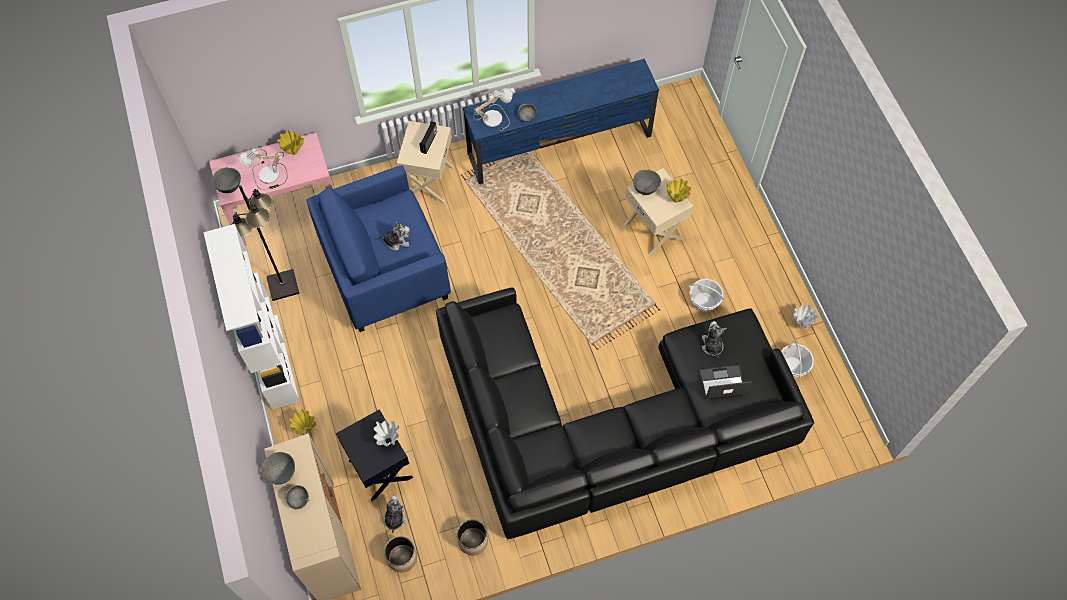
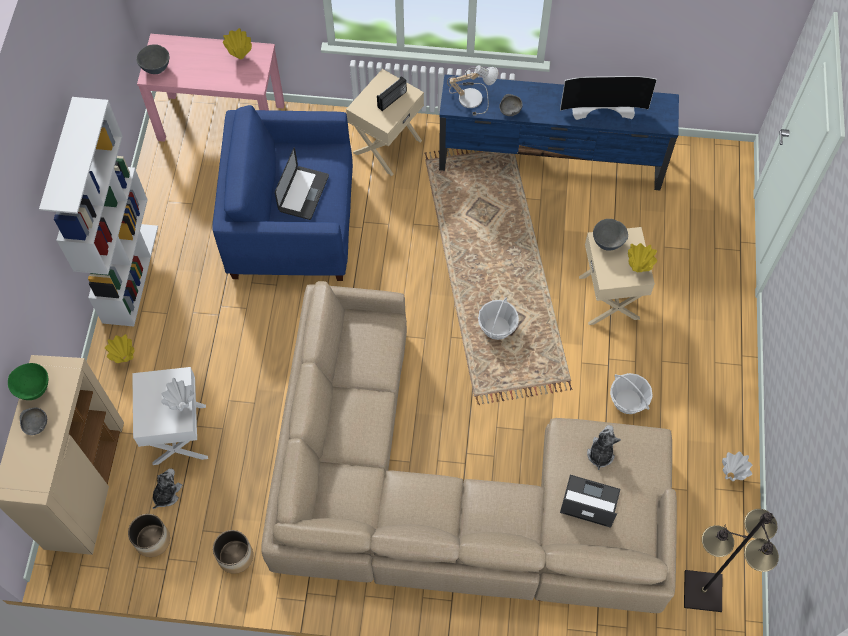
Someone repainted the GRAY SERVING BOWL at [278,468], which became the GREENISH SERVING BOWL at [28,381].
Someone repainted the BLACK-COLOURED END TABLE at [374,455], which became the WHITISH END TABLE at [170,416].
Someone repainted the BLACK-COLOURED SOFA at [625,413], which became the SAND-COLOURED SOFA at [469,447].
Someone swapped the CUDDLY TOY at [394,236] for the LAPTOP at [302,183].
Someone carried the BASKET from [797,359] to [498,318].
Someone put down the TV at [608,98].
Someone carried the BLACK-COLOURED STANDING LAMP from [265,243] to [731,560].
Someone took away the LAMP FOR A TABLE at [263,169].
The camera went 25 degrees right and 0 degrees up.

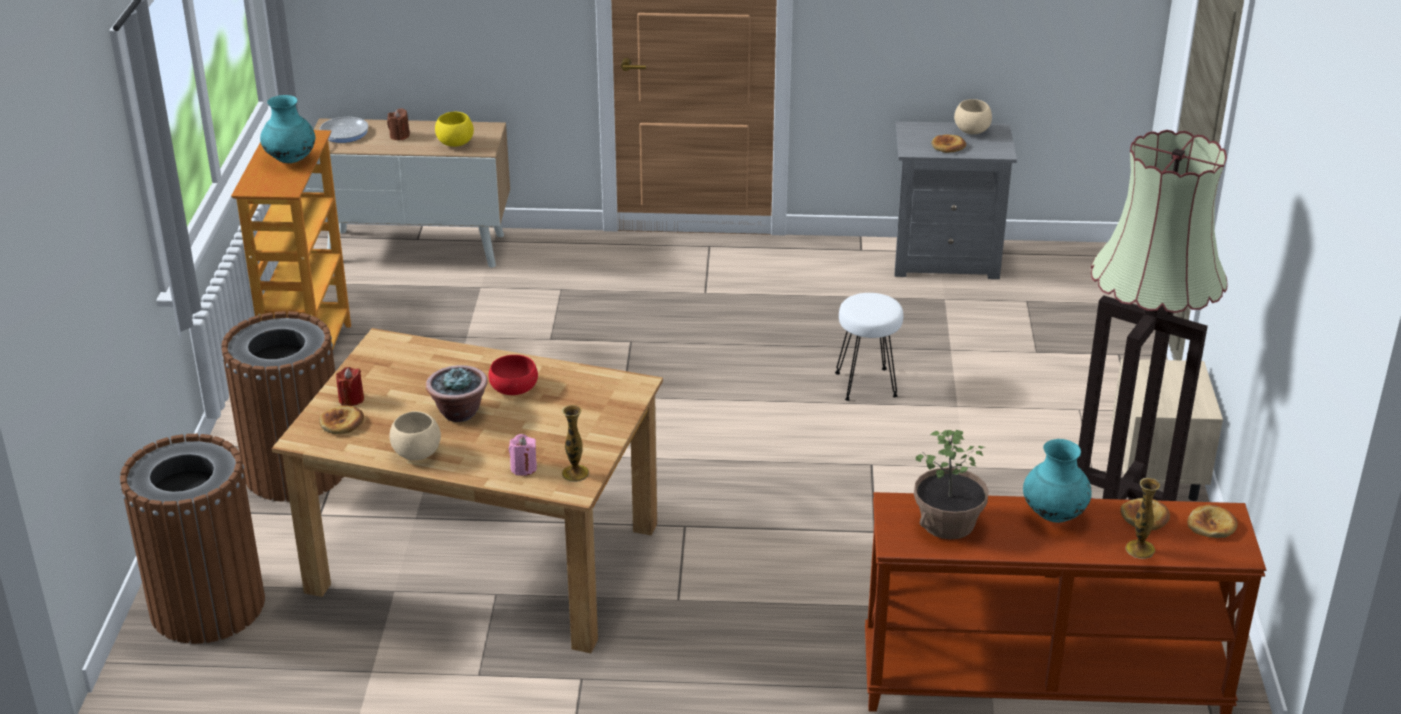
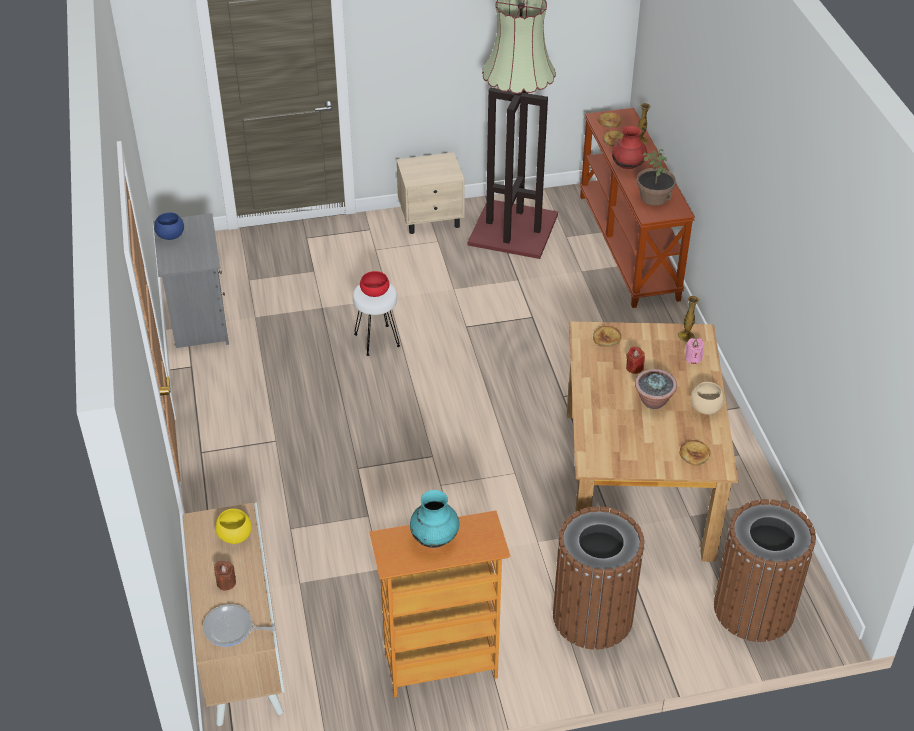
Someone repainted the SAND-COLOURED SERVING BOWL at [973,116], which became the BLUE SERVING BOWL at [169,226].
Someone carried the RED-COLOURED SERVING BOWL from [513,375] to [374,284].
Someone carried the BAKED BREAD from [948,143] to [607,336].
Someone repainted the TURQUOISE-COLOURED DECORATIVE VASE at [1057,481], which became the RED-COLOURED DECORATIVE VASE at [629,147].
Someone carried the RED-COLOURED CANDLE from [350,386] to [635,360].
The camera went 105 degrees left and 10 degrees up.

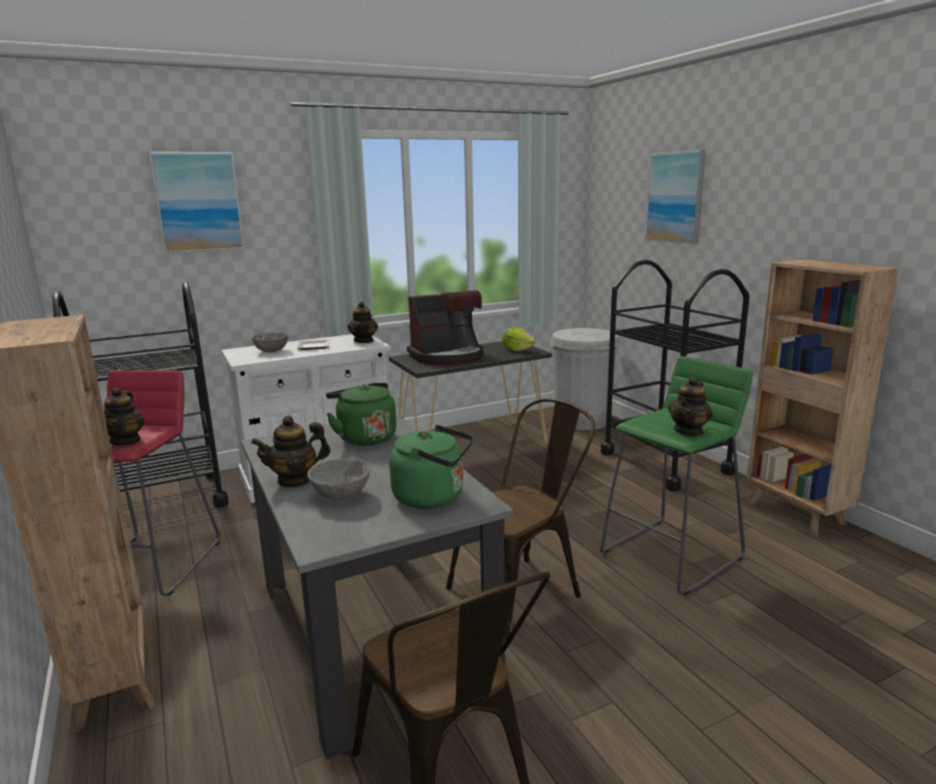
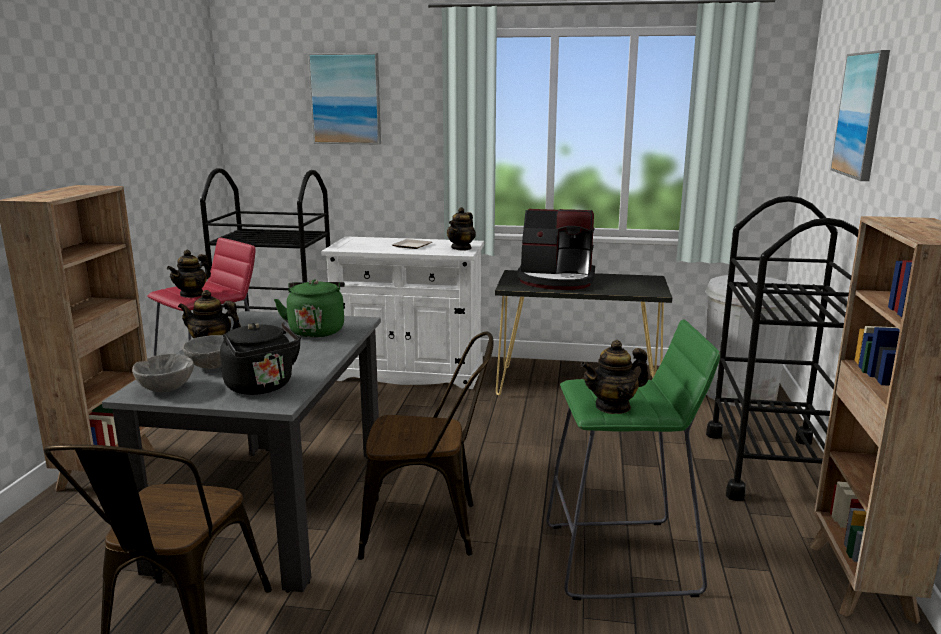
Someone carried the GRAY SERVING BOWL from [270,342] to [163,373].
Someone repainted the GREENISH WATER KETTLE at [431,467], which became the BLACK-COLOURED WATER KETTLE at [260,358].
Someone took away the LETTUCE at [519,339].
The camera went 35 degrees right and 0 degrees up.

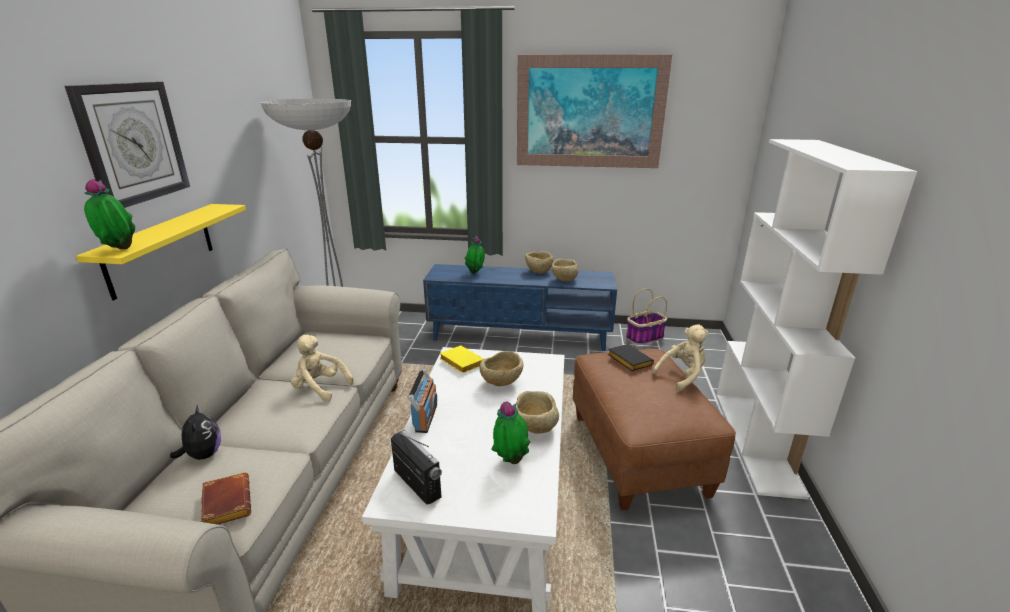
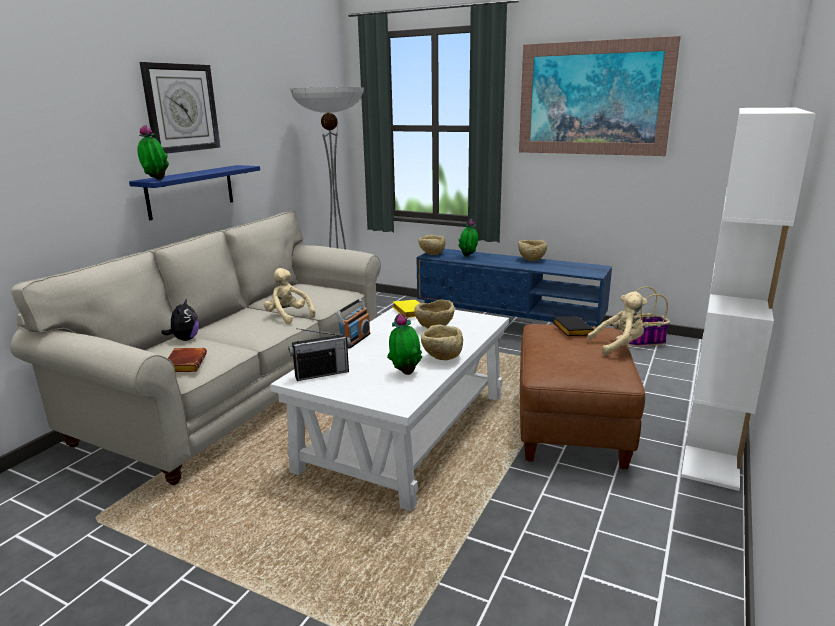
Someone repainted the YELLOW WALL SHELF at [161,252], which became the BLUE WALL SHELF at [194,192].
Someone rotated the RADIO at [416,467] by 90 degrees clockwise.
Someone carried the SAND-COLOURED SERVING BOWL from [564,270] to [431,245].
The camera went 20 degrees right and 5 degrees down.

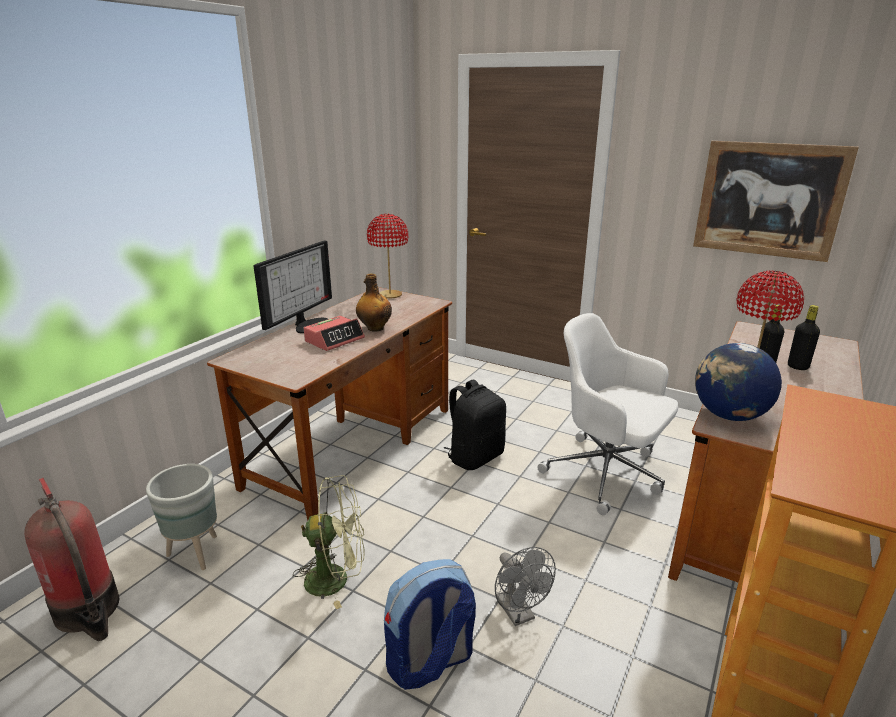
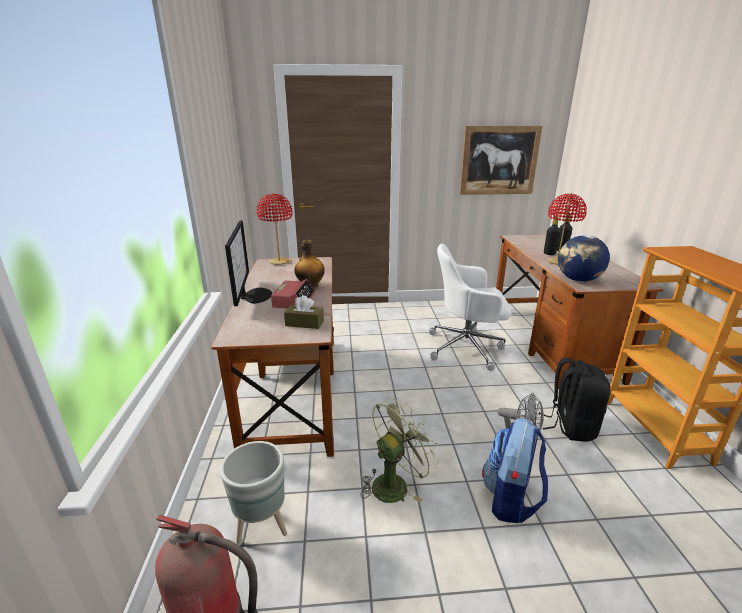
Someone put down the BROWN-COLOURED TISSUE HOLDER at [304,312].
Someone carried the BLACK-COLOURED KNAPSACK from [475,424] to [574,400].
The camera went 35 degrees left and 0 degrees up.

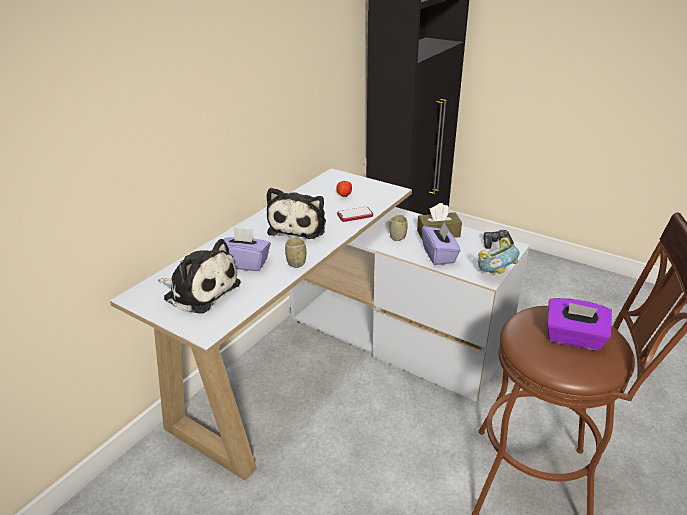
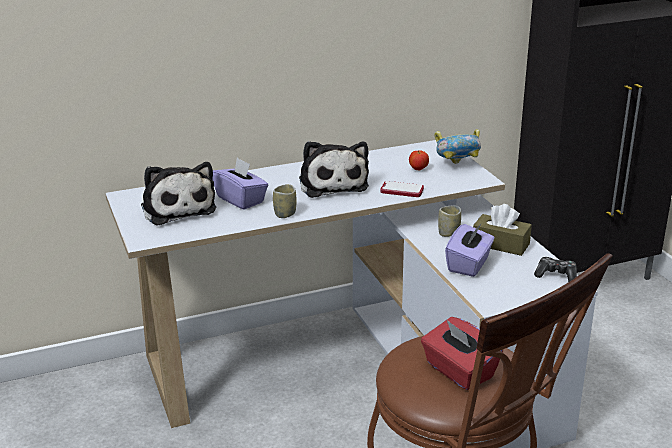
Someone rotated the CUDDLY TOY at [296,213] by 60 degrees counterclockwise.
Someone repainted the PURPLE-COLOURED TISSUE HOLDER at [579,324], which became the RED-COLOURED TISSUE HOLDER at [462,353].
Someone carried the SERVING BOWL from [498,255] to [457,146].
The camera went 35 degrees right and 5 degrees down.

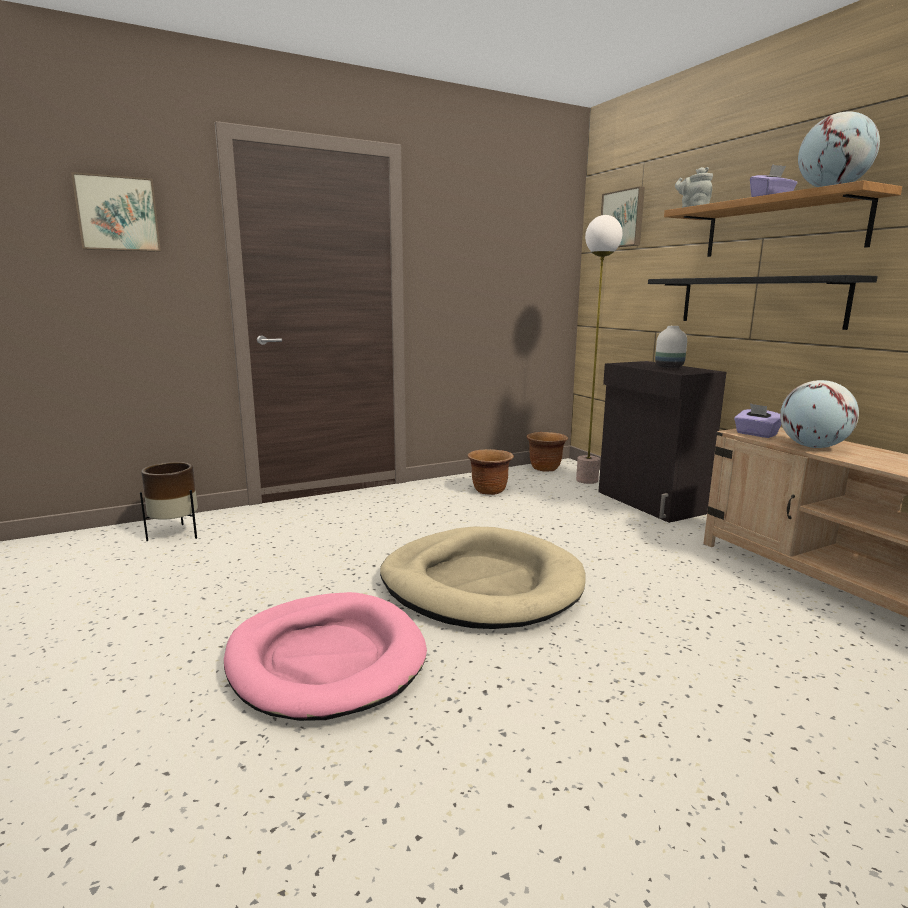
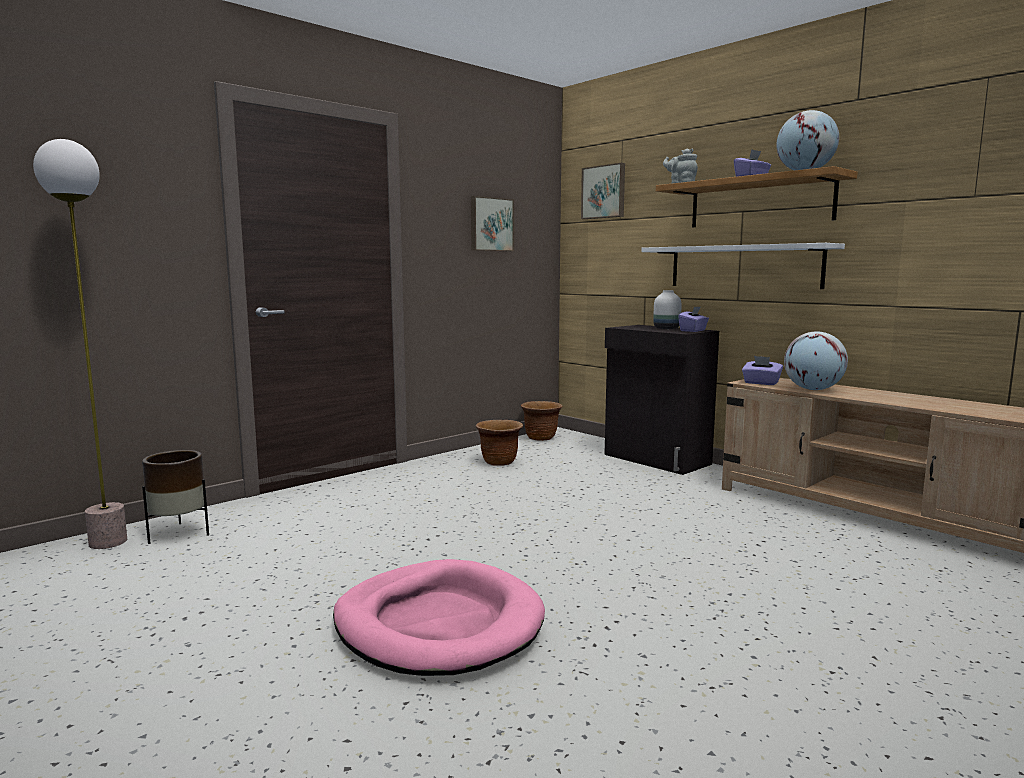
Someone carried the STANDING LAMP from [599,349] to [80,344].
Someone carried the PICTURE from [116,212] to [492,223].
Someone repainted the BLACK-COLOURED WALL SHELF at [763,302], which became the WHITISH WALL SHELF at [743,266].
Someone put down the PURPLE-COLOURED TISSUE HOLDER at [693,319].
Someone took away the SAND-COLOURED PET BED at [483,577].
The camera went 15 degrees left and 5 degrees down.

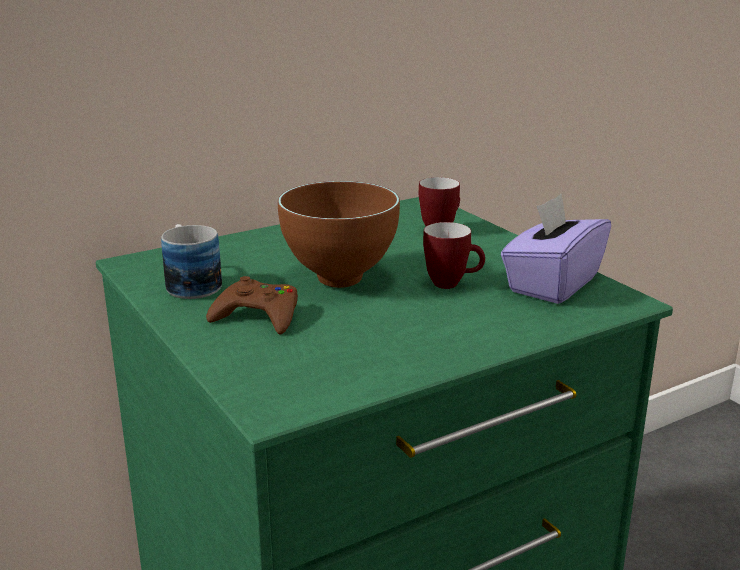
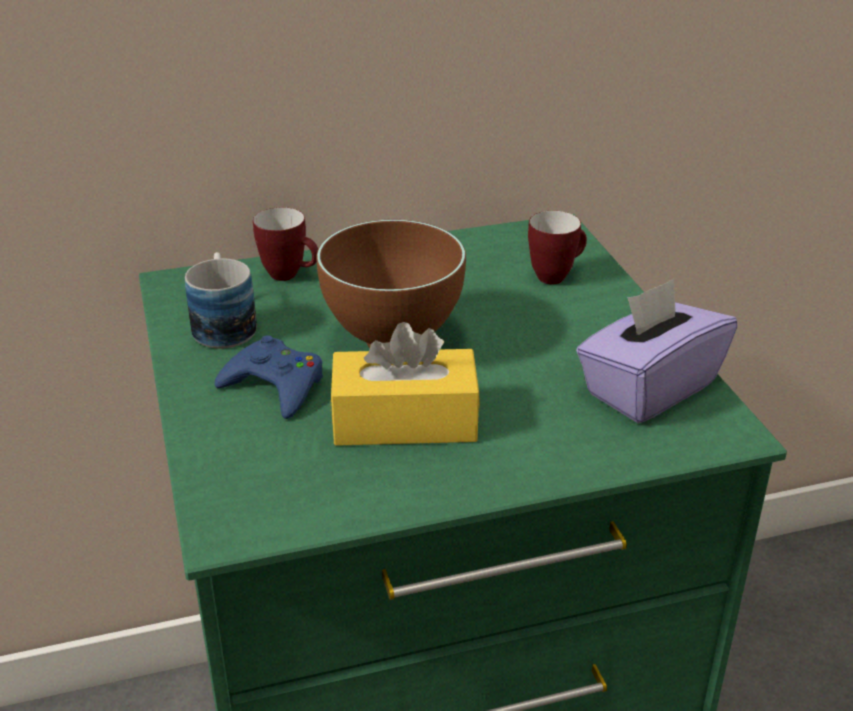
Someone repainted the BROWN-COLOURED JOYPAD at [252,305], which became the BLUE JOYPAD at [268,377].
Someone carried the MUG from [454,255] to [285,244].
Someone put down the YELLOW TISSUE HOLDER at [405,384].
The camera went 15 degrees right and 10 degrees up.

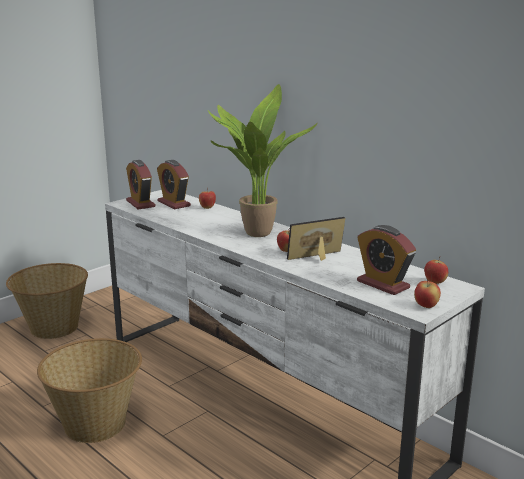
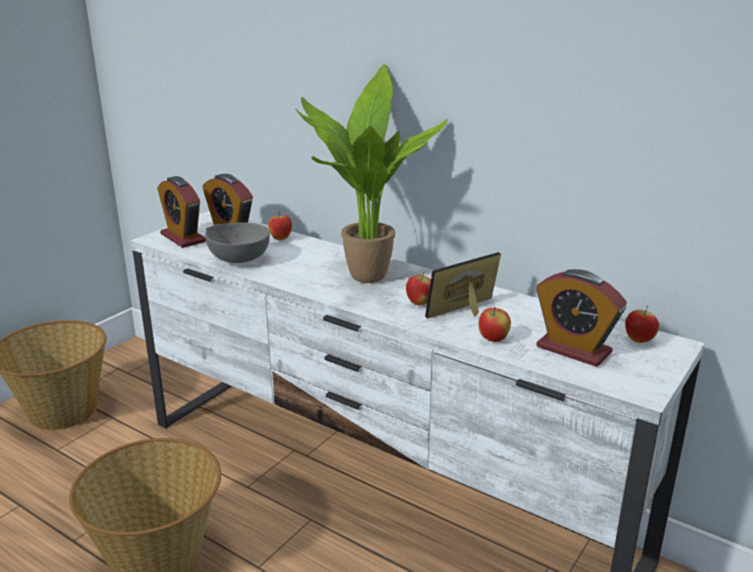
Someone put down the GRAY SERVING BOWL at [237,242].
Someone carried the WHOLE APPLE from [427,293] to [494,324].
The camera went 10 degrees left and 5 degrees up.

